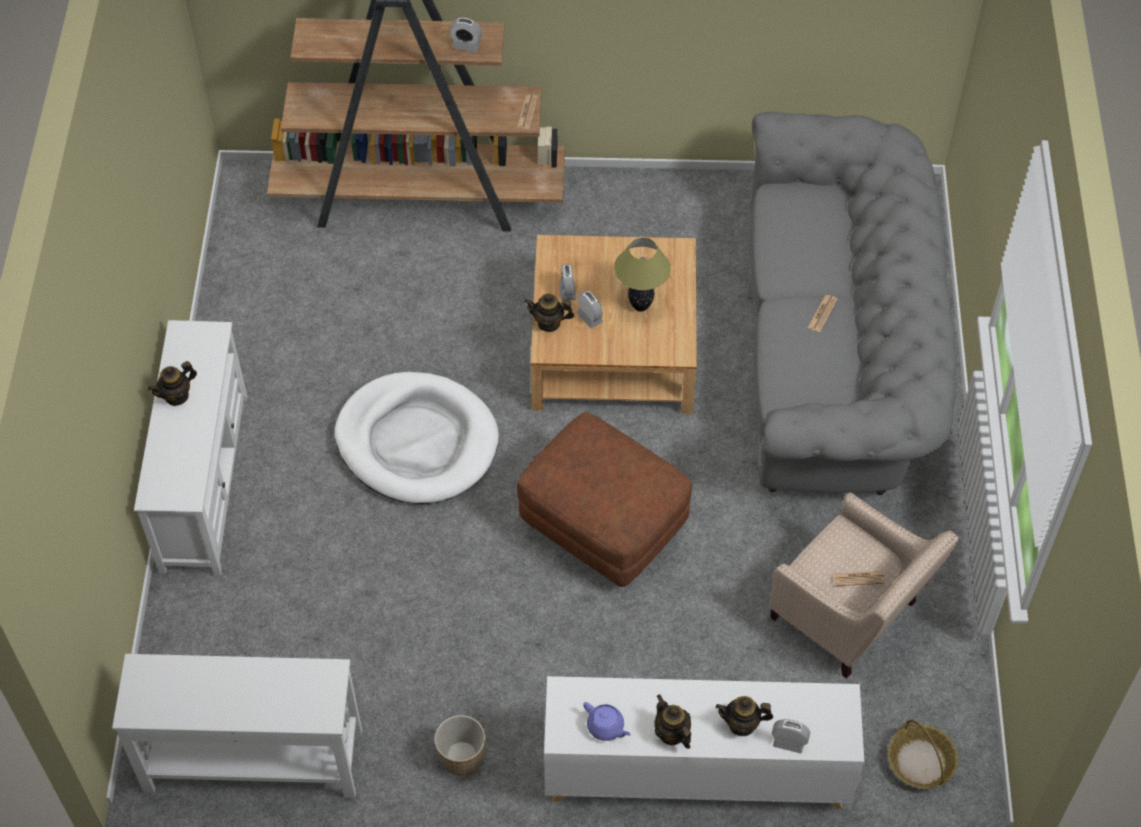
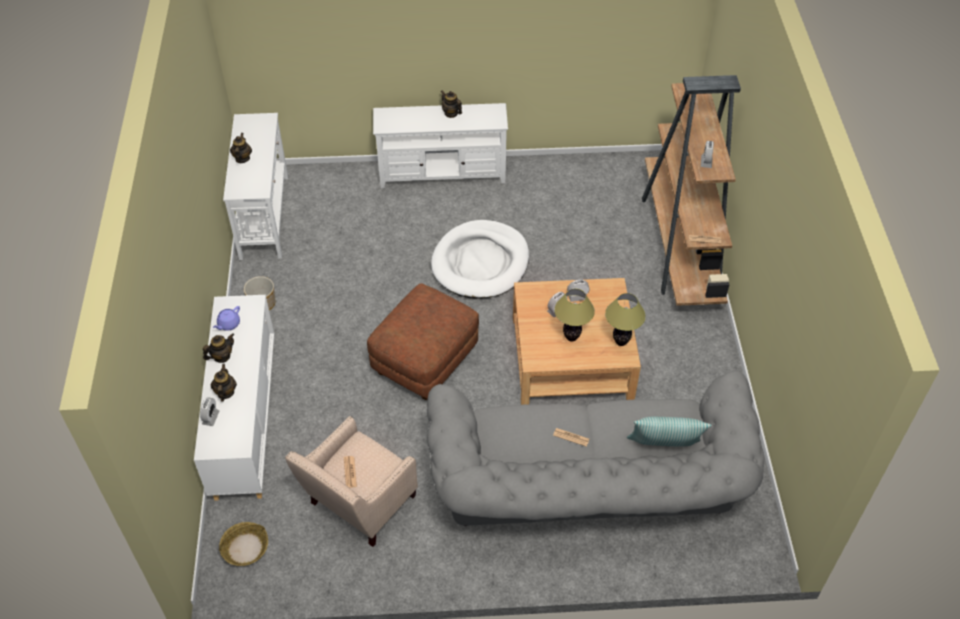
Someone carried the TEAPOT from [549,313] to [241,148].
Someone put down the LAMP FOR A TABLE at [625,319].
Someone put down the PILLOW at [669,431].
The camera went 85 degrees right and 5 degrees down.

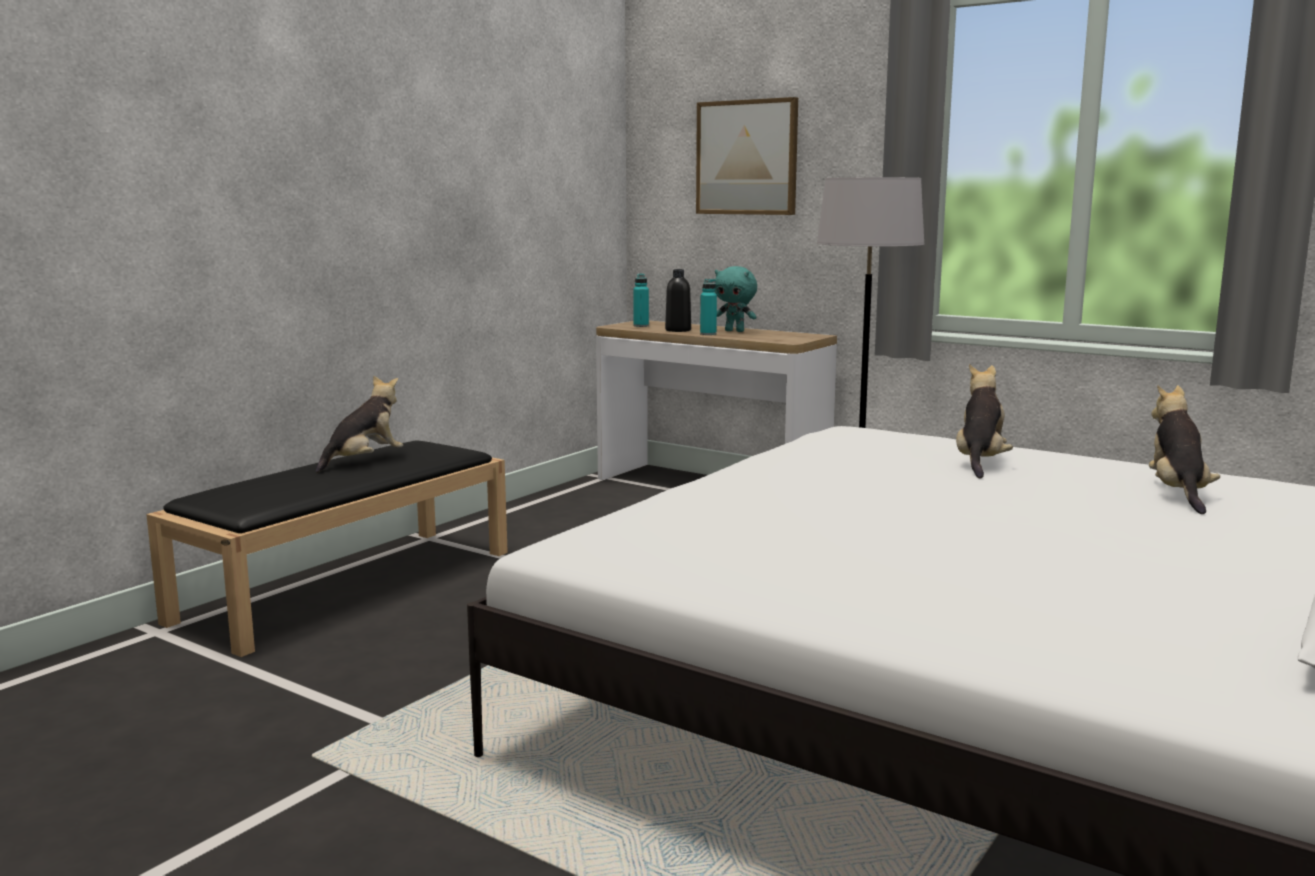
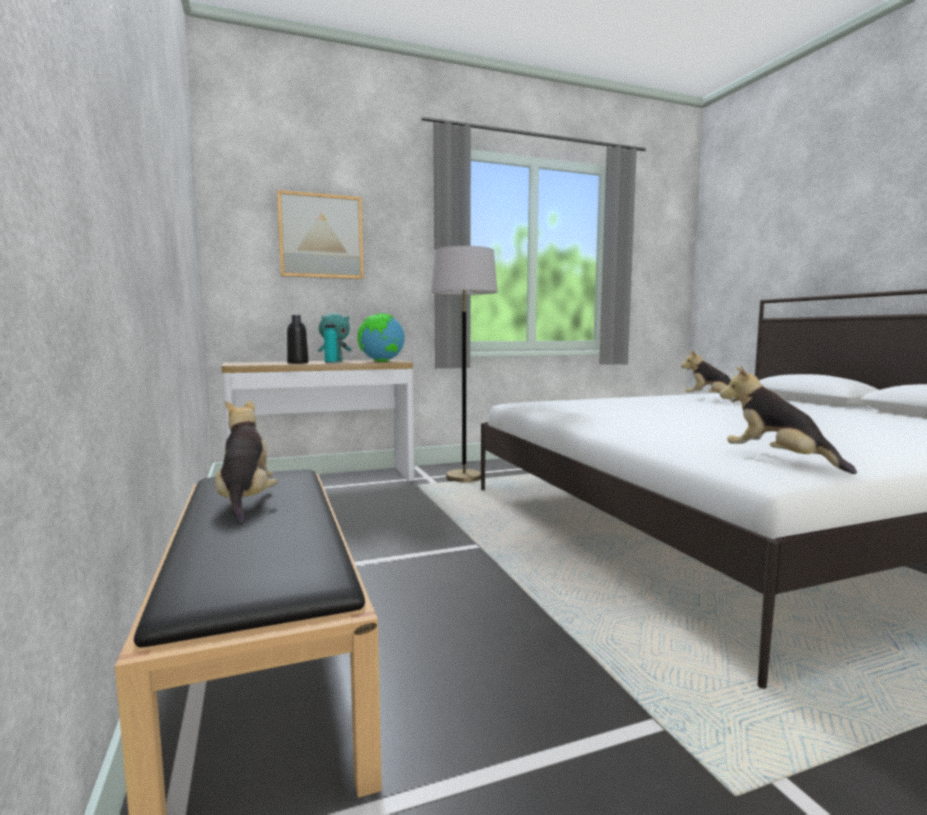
Someone put down the GLOBE at [381,337].
Someone carried the CUDDLY TOY from [984,421] to [788,420].
Someone took away the TURQUOISE-COLOURED BEVERAGE BOTTLE at [641,300].
The camera went 55 degrees left and 5 degrees down.

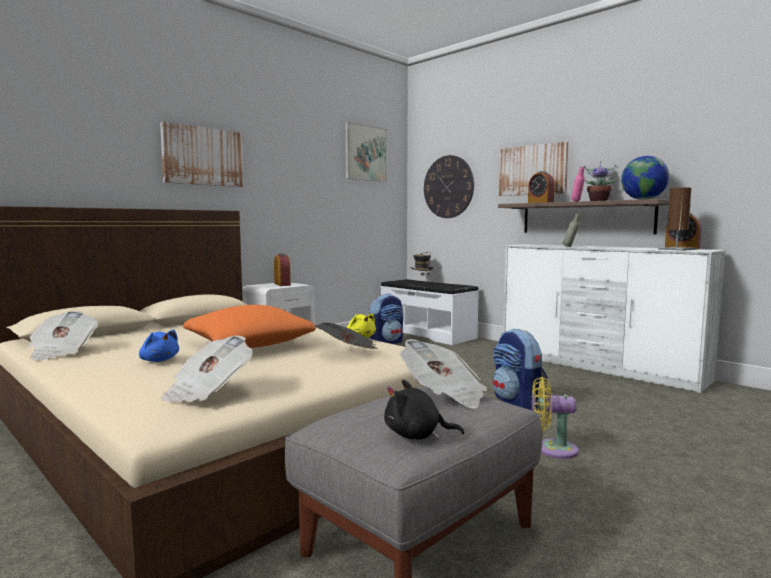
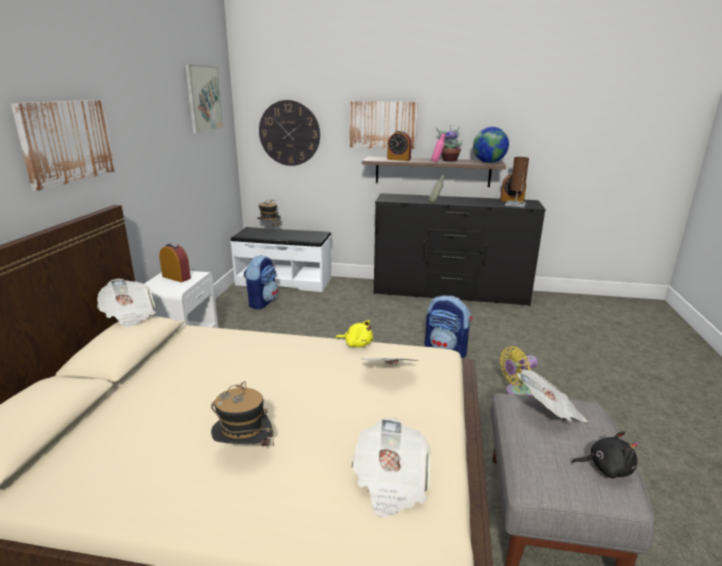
Someone carried the DAILY PAPER from [63,335] to [126,303].
Someone swapped the BLUE CUDDLY TOY at [159,346] for the CLOTHING HAT at [242,414].
Someone repainted the WHITISH DRESSER at [614,318], which became the BLACK-COLOURED DRESSER at [460,249].
Someone rotated the BLACK-COLOURED CUDDLY TOY at [424,409] by 150 degrees counterclockwise.
Someone took away the ORANGE-COLOURED PILLOW at [249,326].
The camera went 35 degrees left and 15 degrees up.

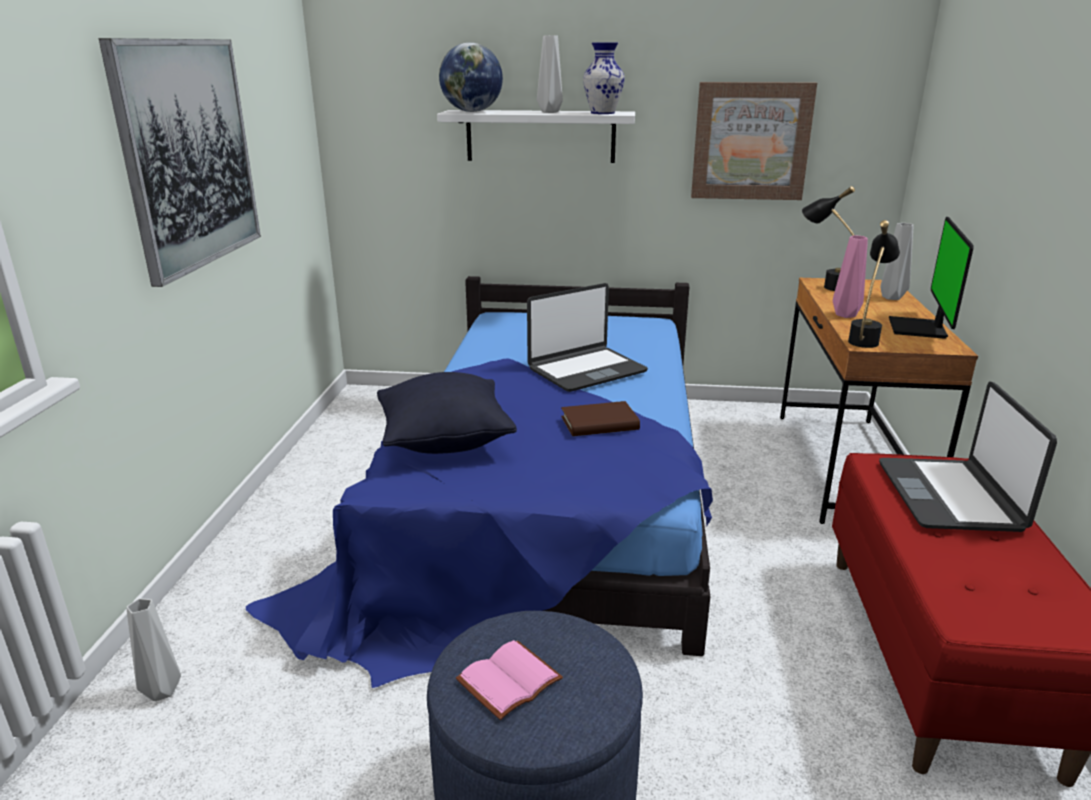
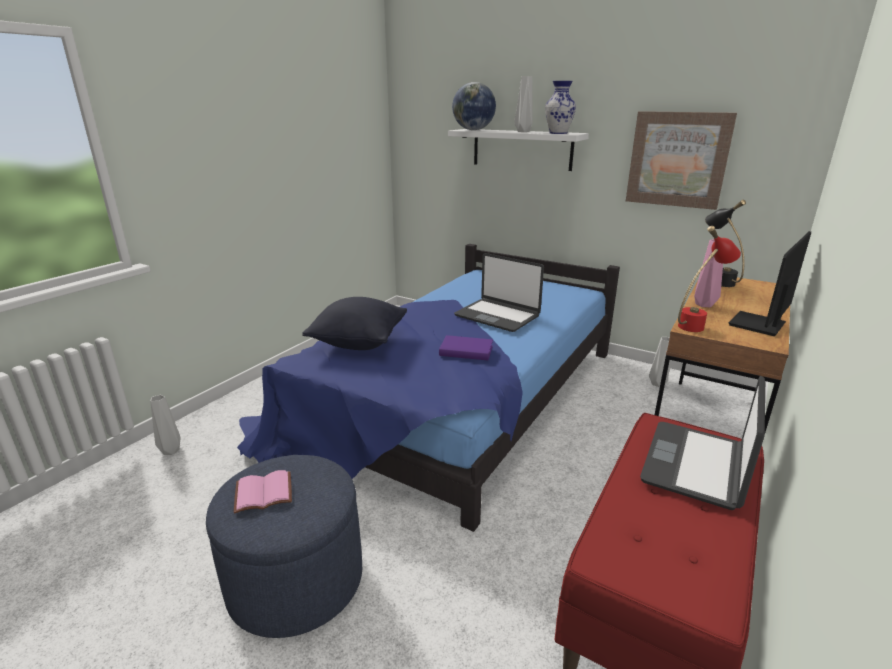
Someone repainted the BROWN-COLOURED BOOK at [600,418], which became the PURPLE-COLOURED BOOK at [466,347].
Someone rotated the LAPTOP at [587,337] by 45 degrees clockwise.
Someone carried the GRAY DECORATIVE VASE from [896,261] to [659,362].
Someone repainted the BLACK-COLOURED LAMP FOR A TABLE at [874,284], which became the RED-COLOURED LAMP FOR A TABLE at [709,279].
Someone took away the PICTURE at [180,162].
The camera went 25 degrees right and 0 degrees up.

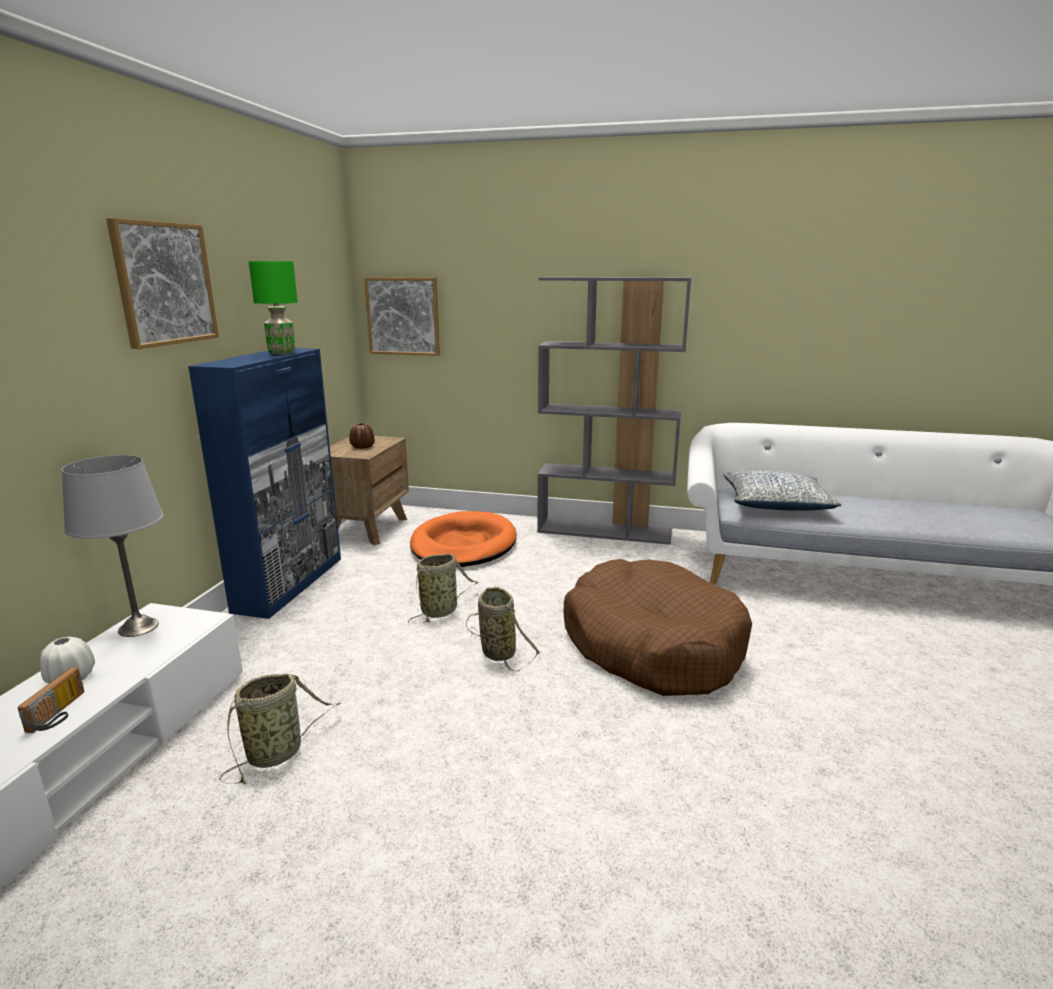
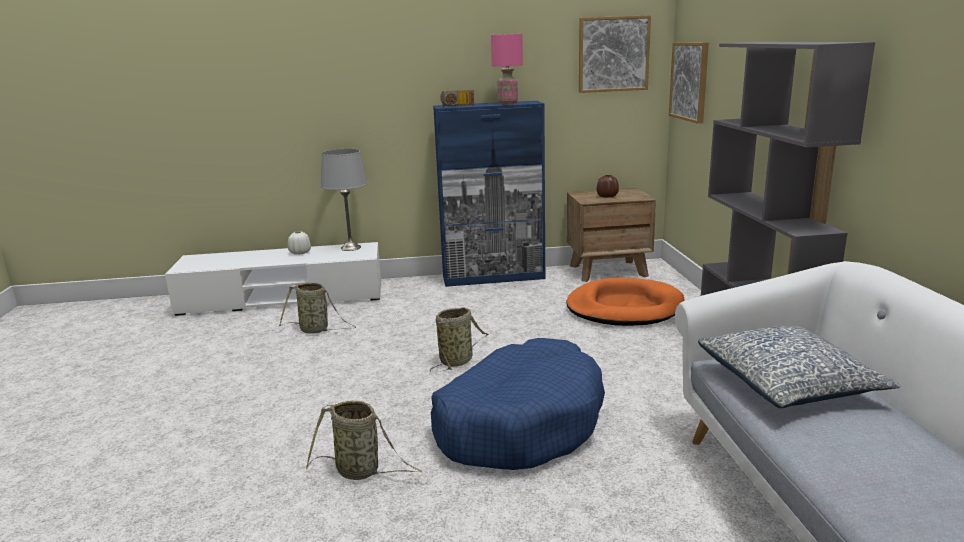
Someone carried the BASKET from [443,589] to [364,440].
Someone repainted the BROWN-COLOURED PET BED at [658,627], which became the BLUE PET BED at [518,404].
Someone carried the RADIO from [51,700] to [457,98].
Someone repainted the GREENISH LAMP FOR A TABLE at [273,307], which became the PINKISH LAMP FOR A TABLE at [507,69].
Someone carried the PICTURE from [162,283] to [615,54].
The camera went 70 degrees right and 0 degrees up.

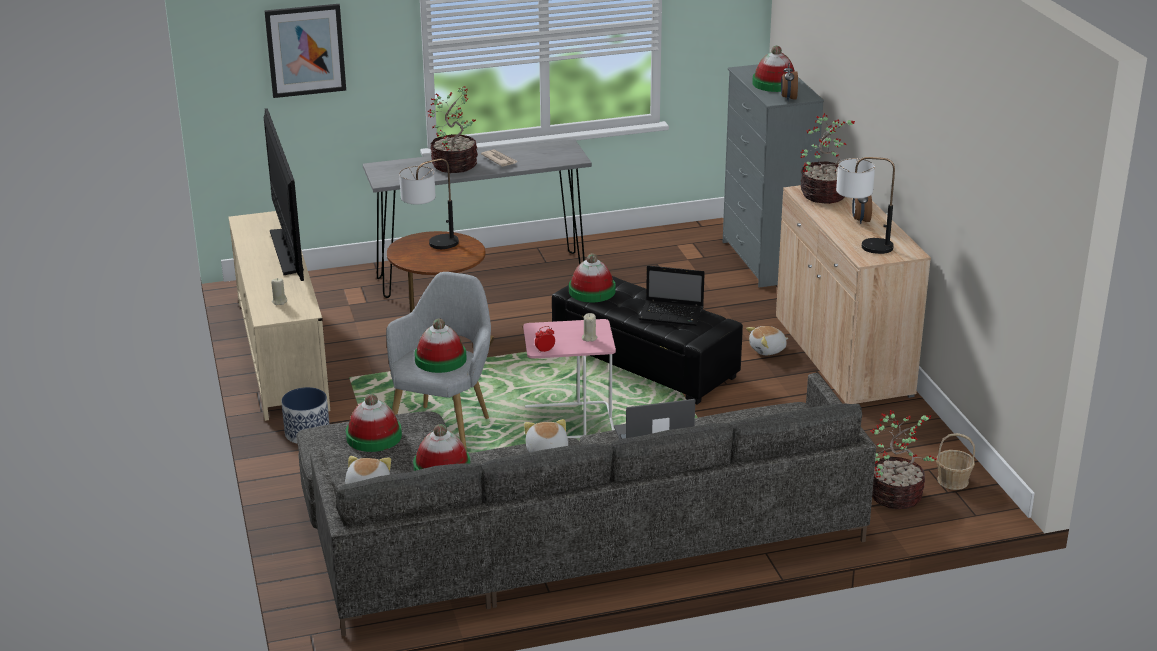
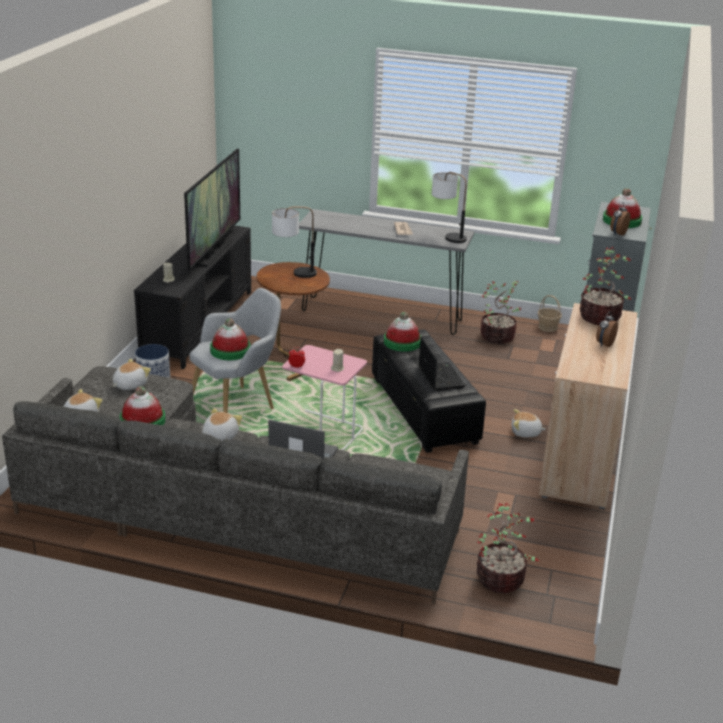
Someone swapped the CLOTHING HAT at [374,423] for the CUDDLY TOY at [132,374].
Someone repainted the SAND-COLOURED MEDIA CONSOLE at [279,316], which became the BLACK-COLOURED MEDIA CONSOLE at [192,297].
Someone rotated the LAPTOP at [672,296] by 150 degrees counterclockwise.
Someone carried the LAMP FOR A TABLE from [865,205] to [449,207].
Someone carried the PLANT IN A POT from [453,129] to [501,312].
Someone carried the BASKET from [955,461] to [550,313].
Someone took away the PICTURE at [305,51].
The camera went 30 degrees right and 0 degrees up.

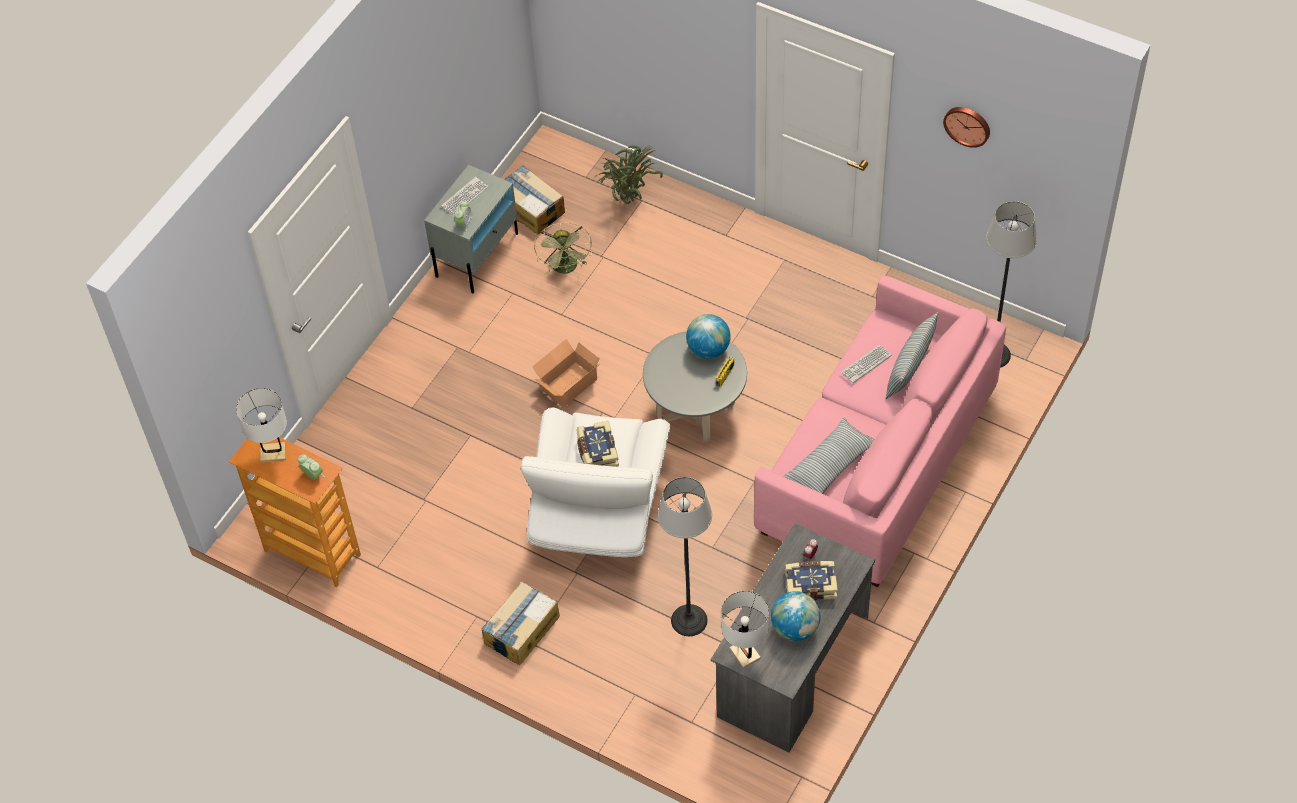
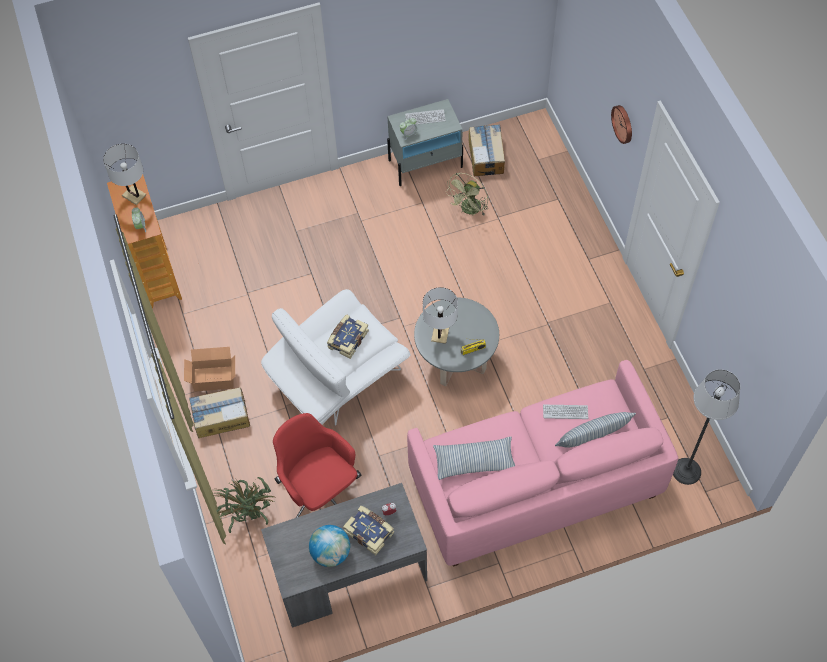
Someone carried the CARDBOARD BOX from [566,373] to [209,369].
Someone carried the PLANT IN A POT from [629,174] to [244,505].
Someone swapped the STANDING LAMP at [685,556] for the RED-COLOURED COMPUTER CHAIR at [317,465].
Someone carried the WHITISH LAMP FOR A TABLE from [745,629] to [440,315].
Someone carried the HANGING CLOCK from [966,127] to [621,124].
Someone took away the GLOBE at [708,336].
The camera went 40 degrees right and 5 degrees up.

